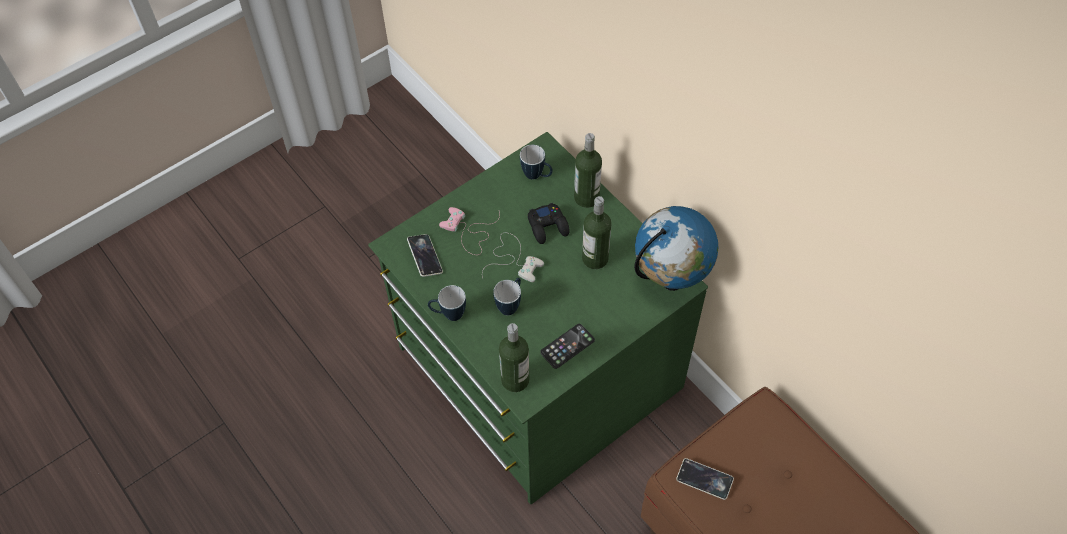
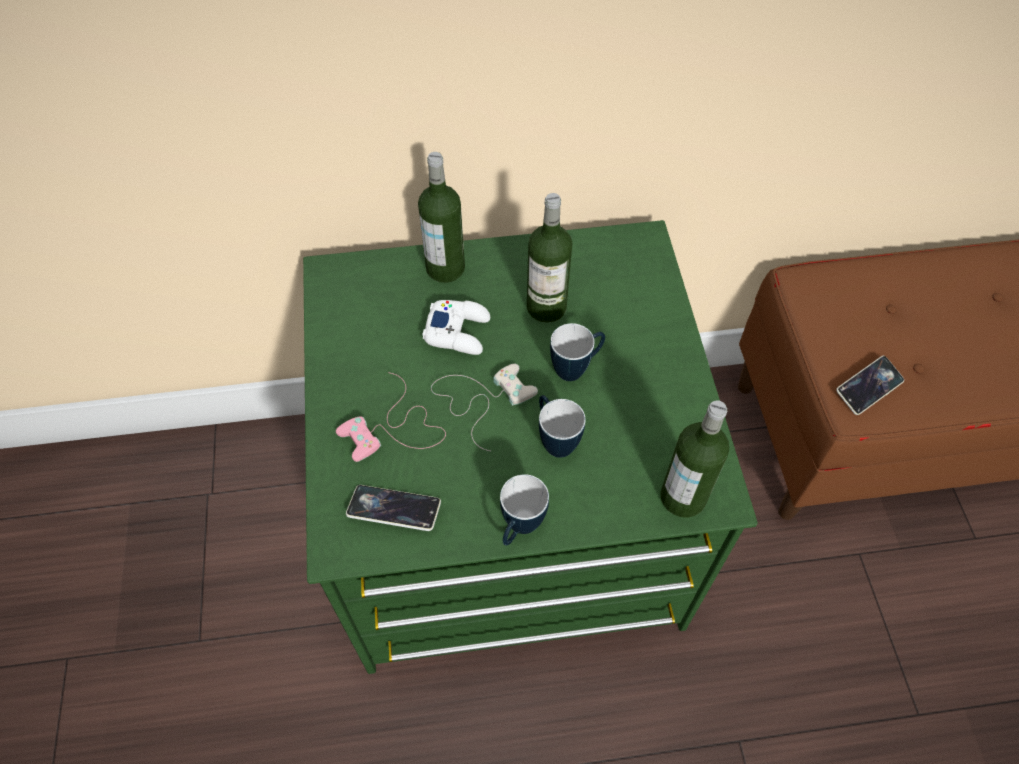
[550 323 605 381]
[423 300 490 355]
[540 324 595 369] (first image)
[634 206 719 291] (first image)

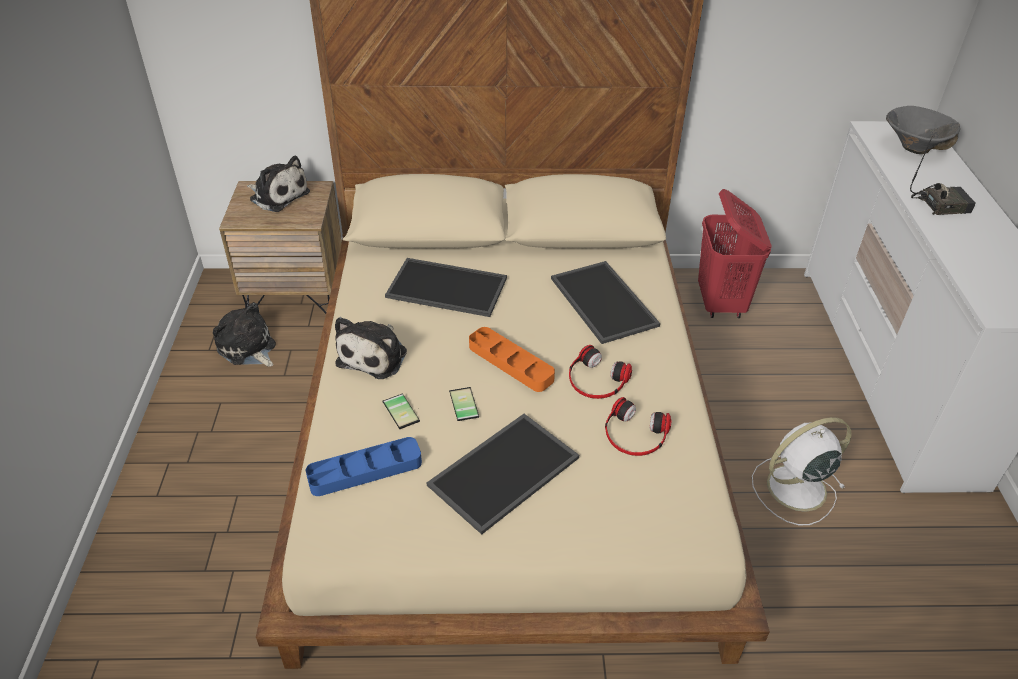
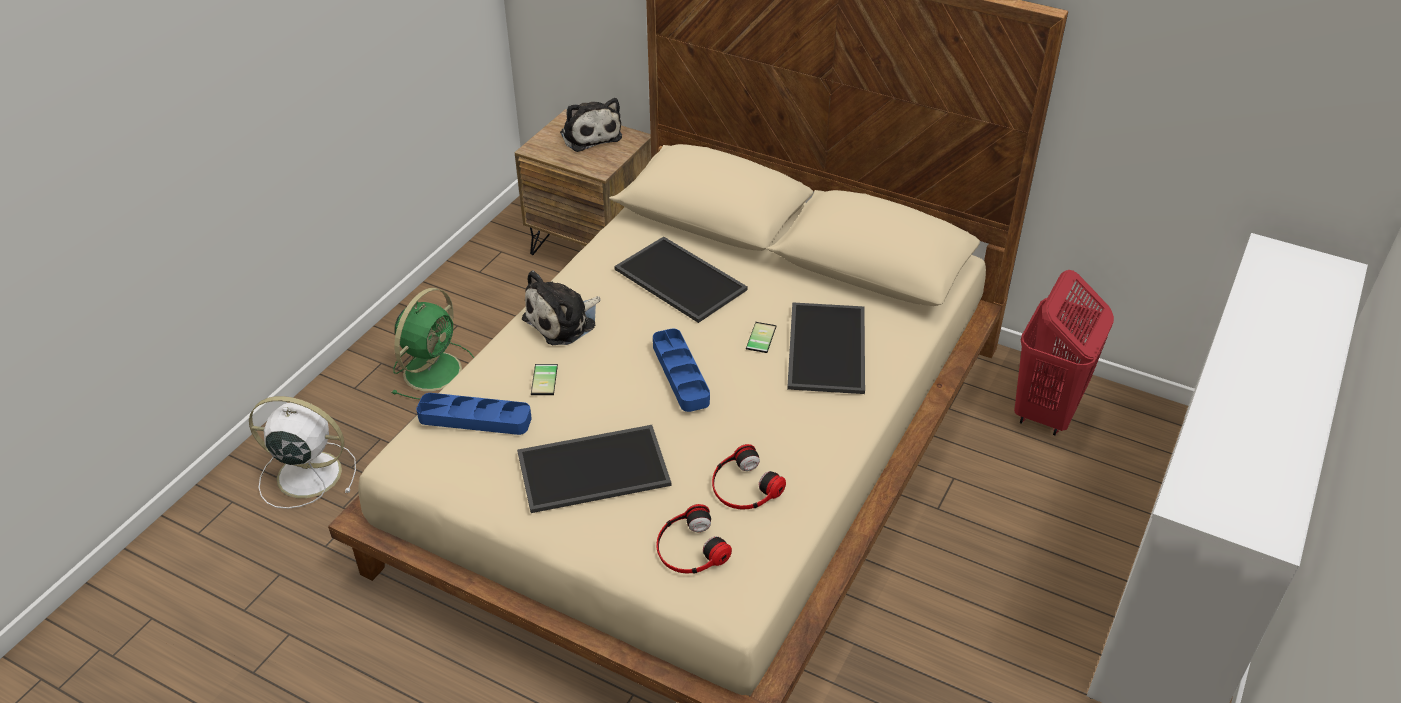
[213 302 276 367] (first image)
[746 322 777 353]
[653 329 710 412]
[657 504 732 574]
[249 396 356 509]
[886 106 960 154] (first image)
[910 136 976 215] (first image)
[392 288 474 399]

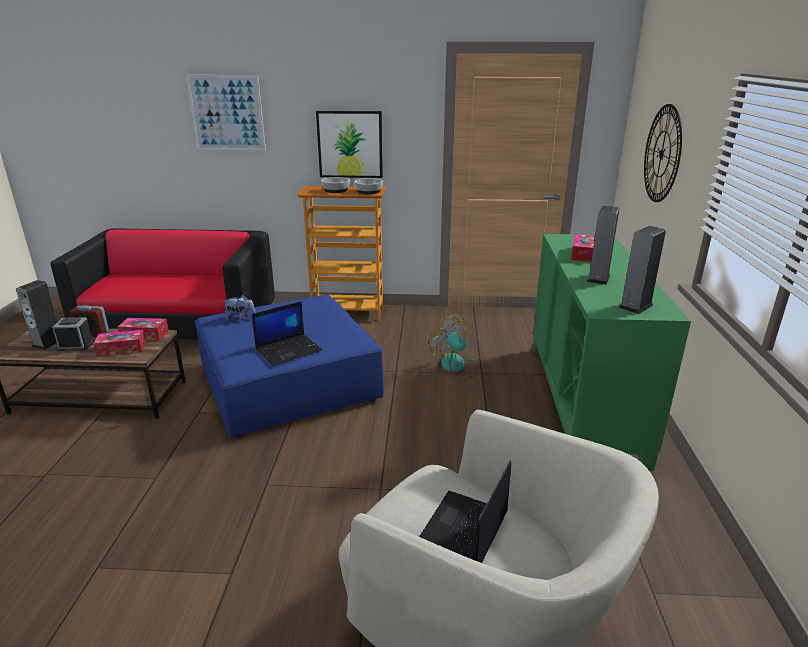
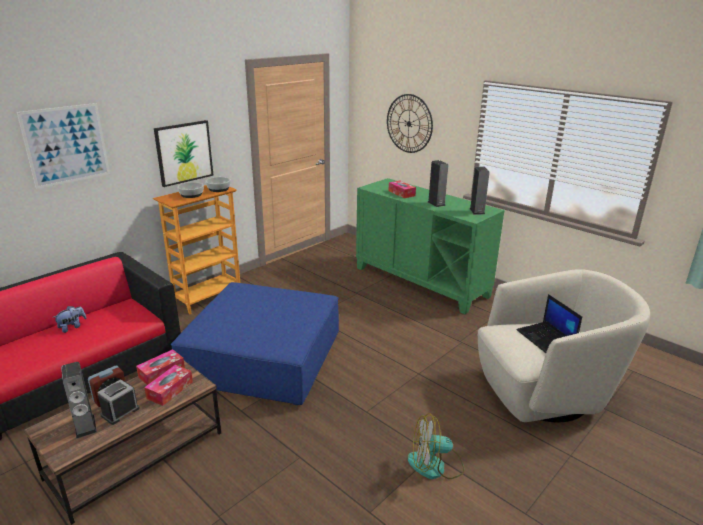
[53 306 86 333]
[252 301 322 366] (first image)
[408 413 464 479]

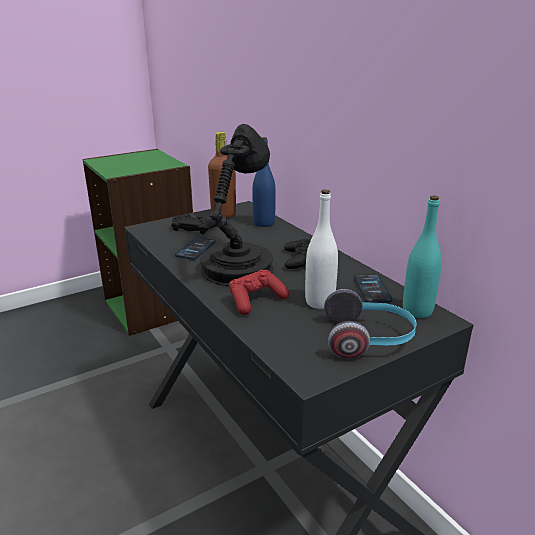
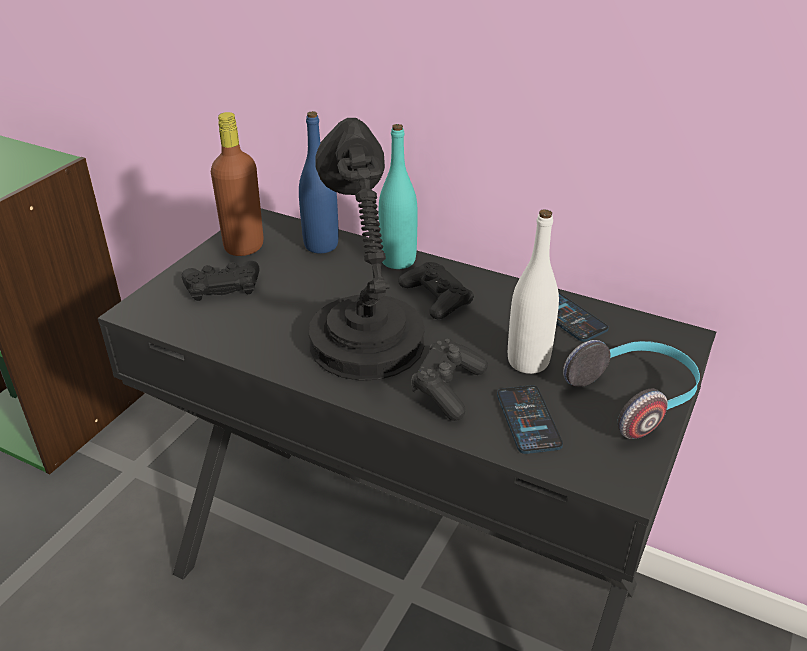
[497 385 563 454]
[411 339 488 421]
[379 124 418 269]

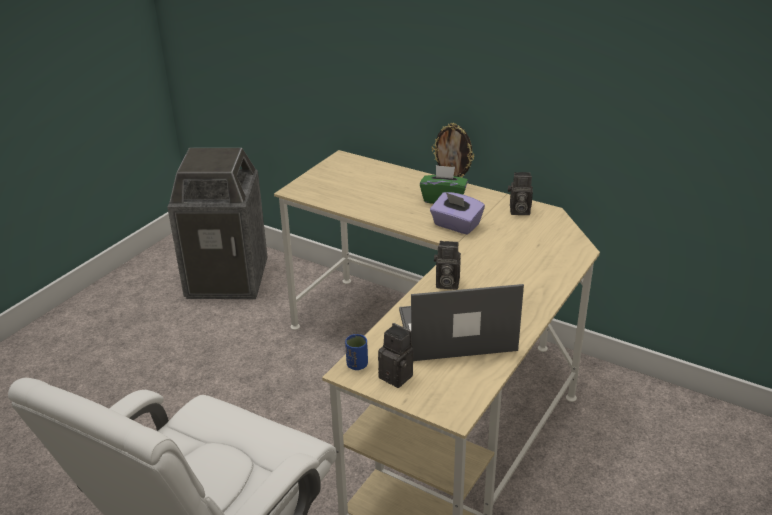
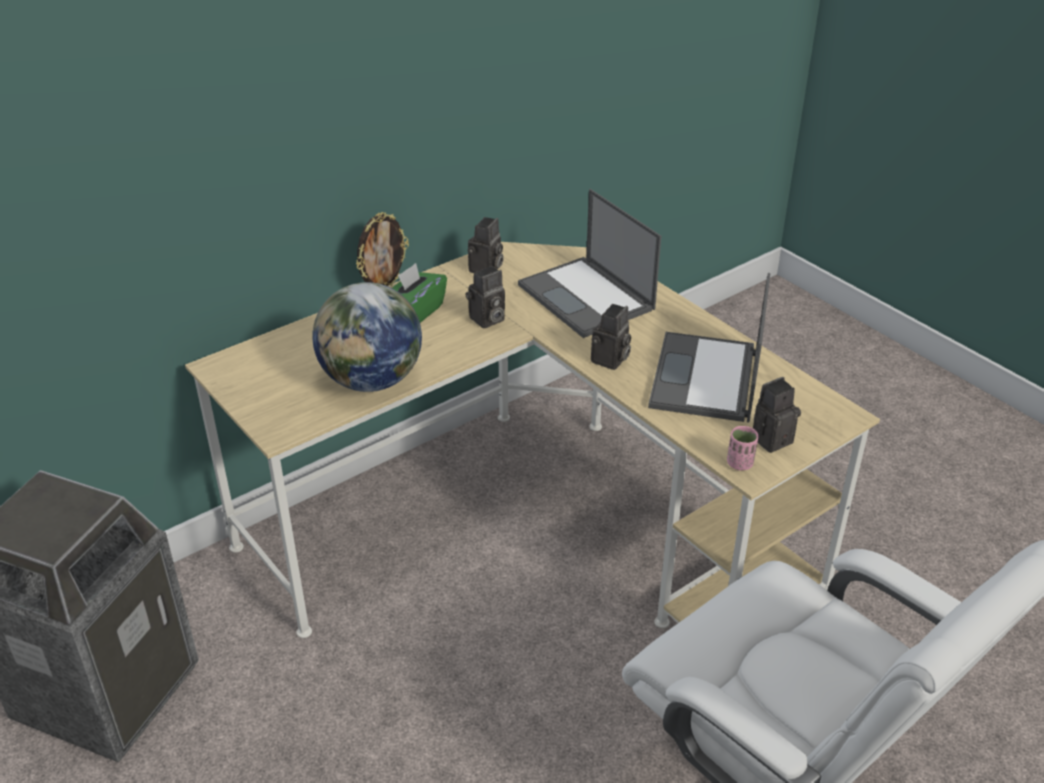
[727 426 758 470]
[465 266 505 329]
[312 282 422 392]
[518 189 661 338]

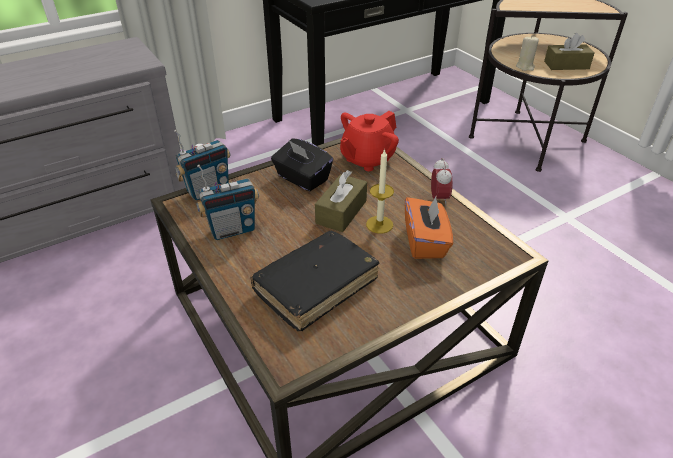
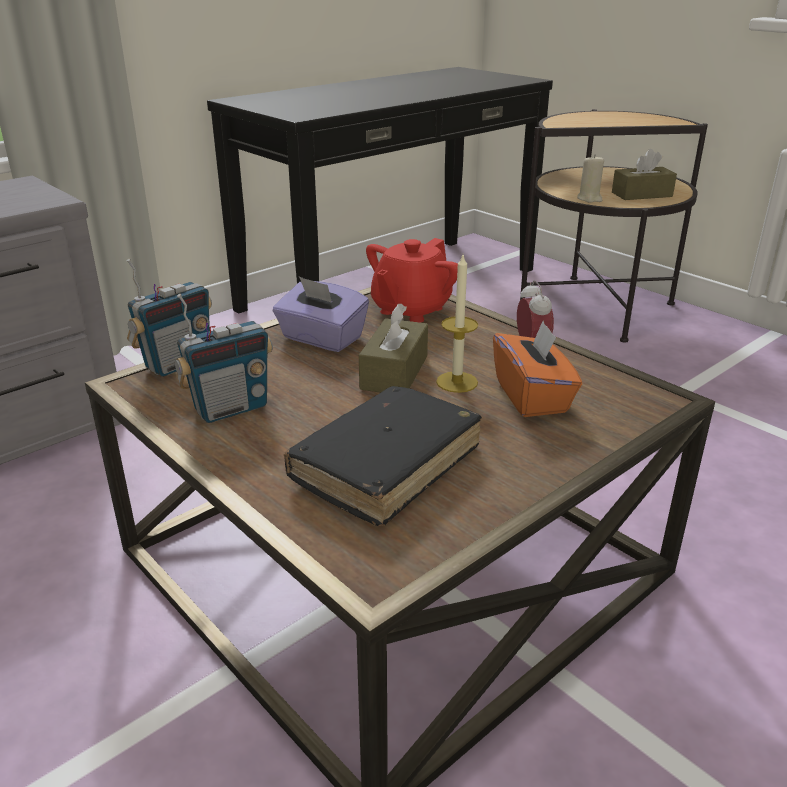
[273 276 369 352]

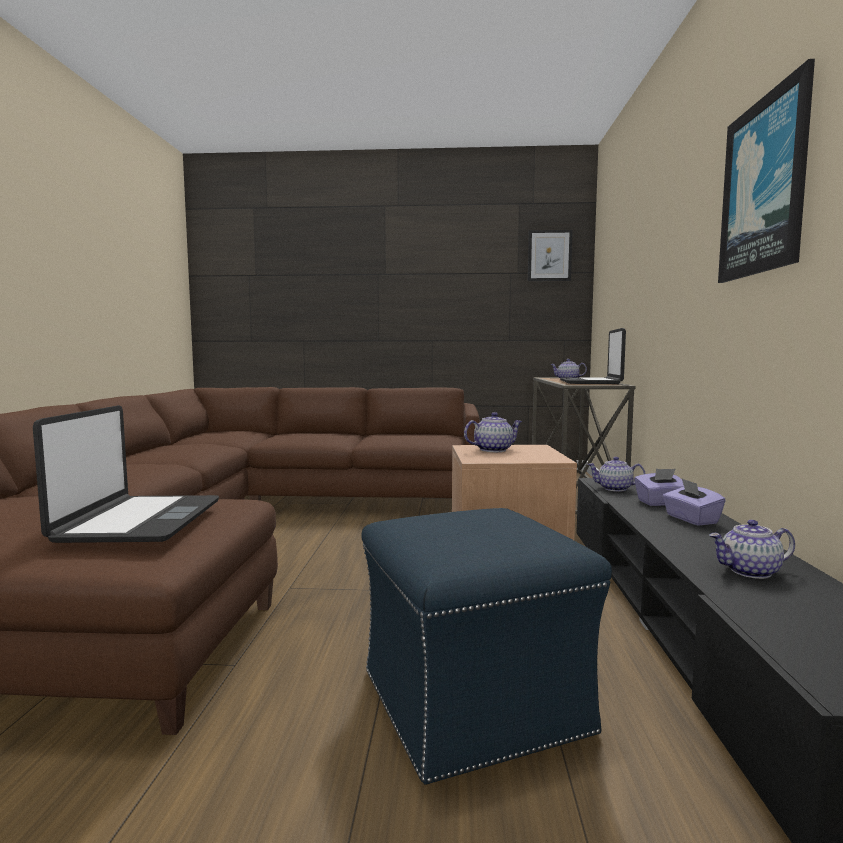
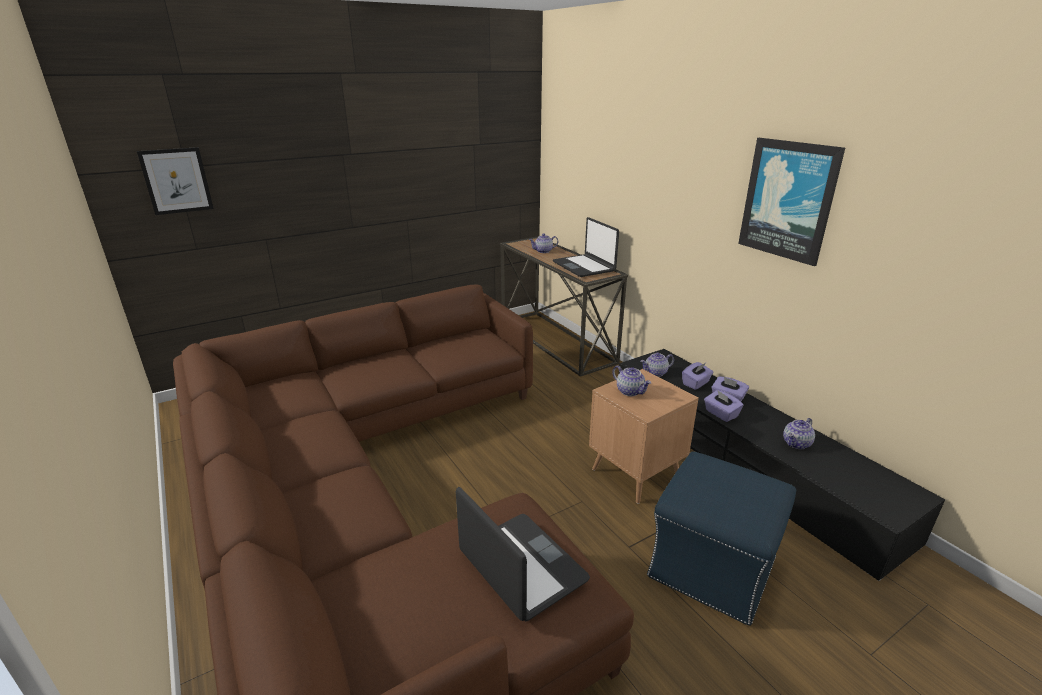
[612 366 651 396]
[137 147 214 215]
[704 390 744 422]

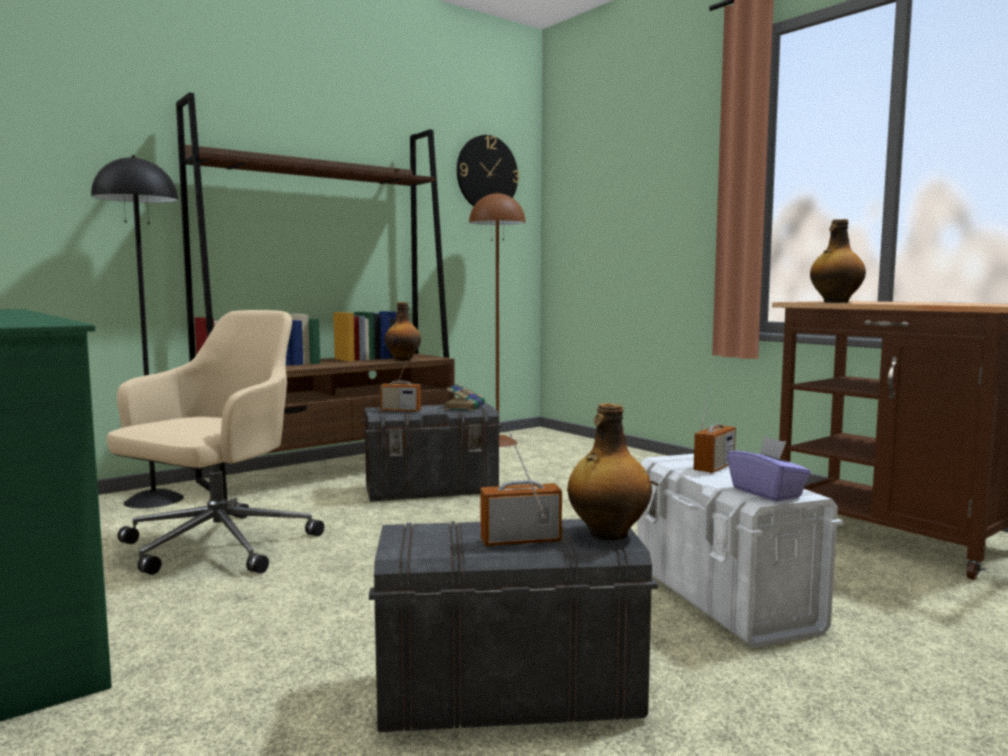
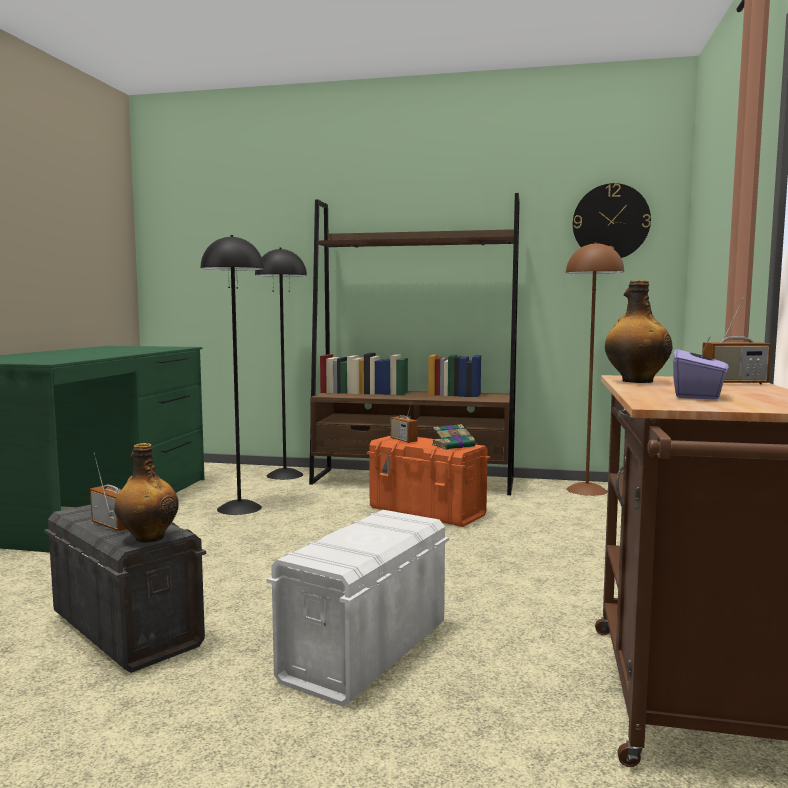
[201 235 264 515]
[367 436 490 527]
[385 302 421 361] (first image)
[702 298 771 384]
[673 337 728 400]

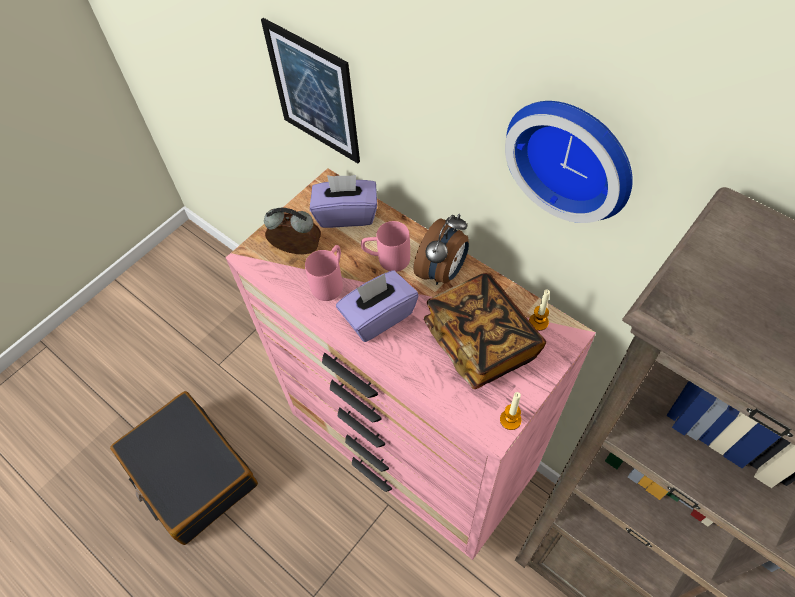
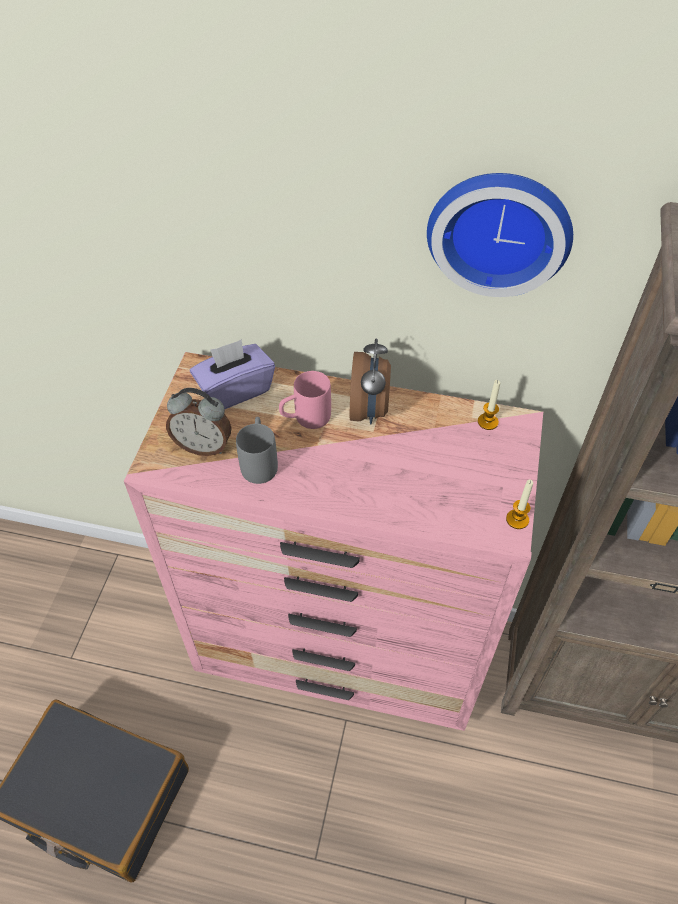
[261 18 360 163] (first image)
[166 388 232 456]
[236 417 278 484]
[336 270 418 342] (first image)
[424 273 546 389] (first image)

